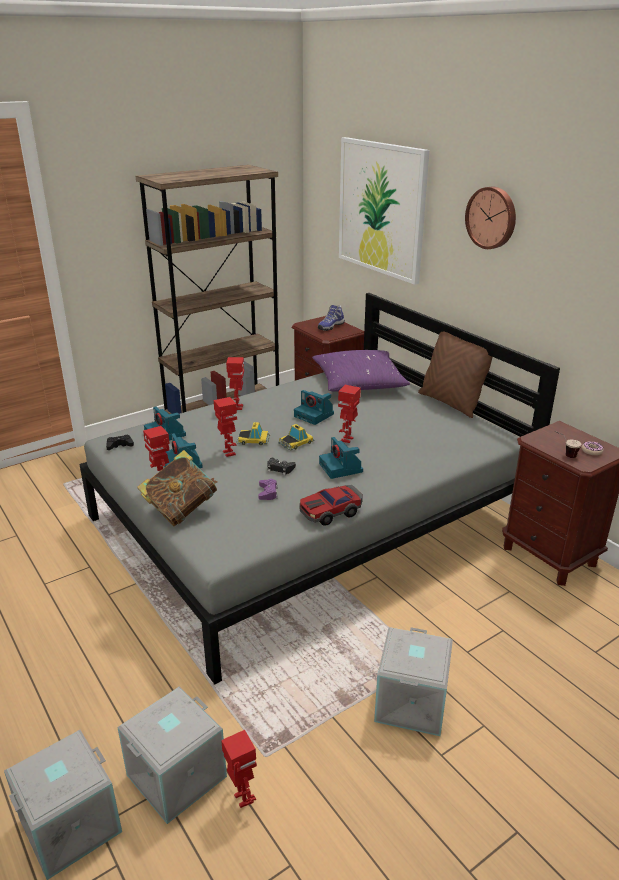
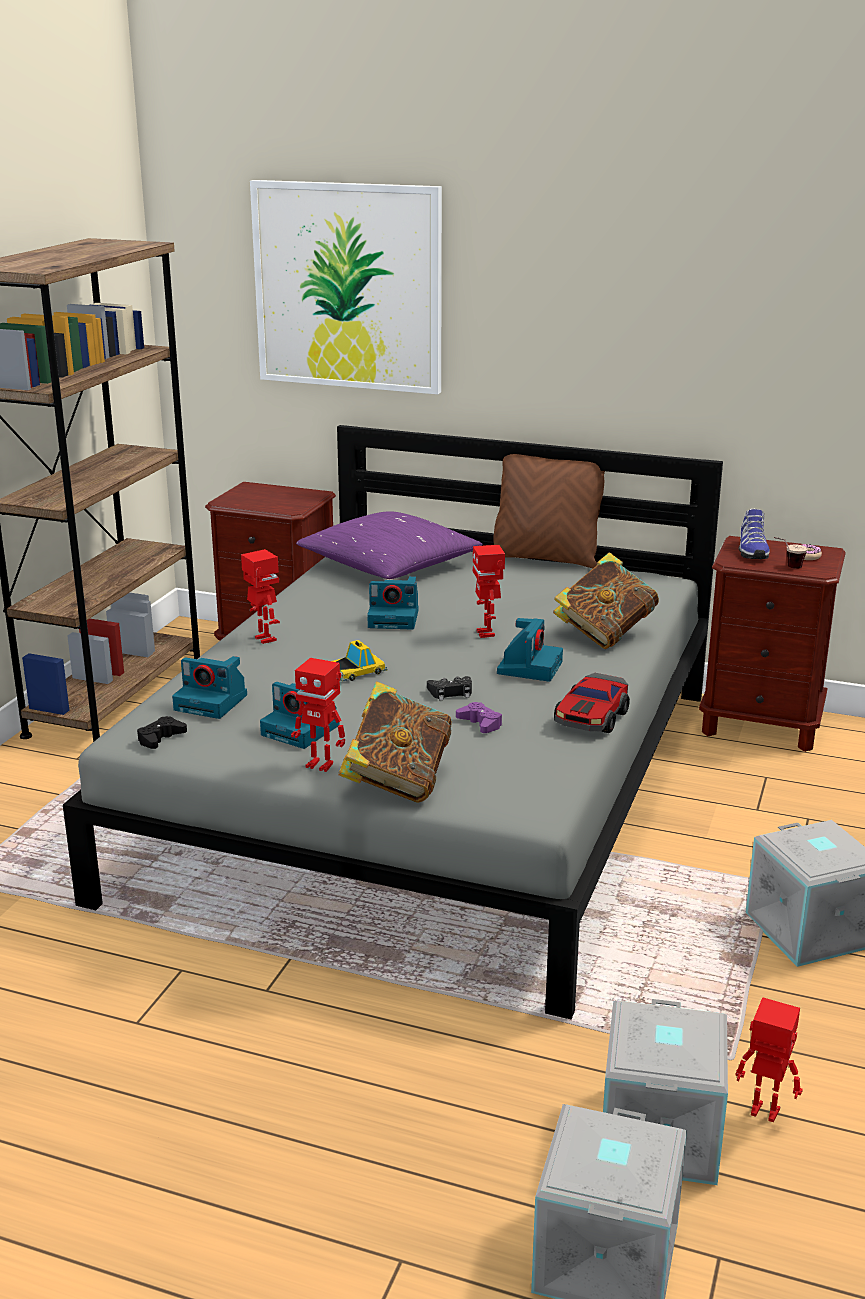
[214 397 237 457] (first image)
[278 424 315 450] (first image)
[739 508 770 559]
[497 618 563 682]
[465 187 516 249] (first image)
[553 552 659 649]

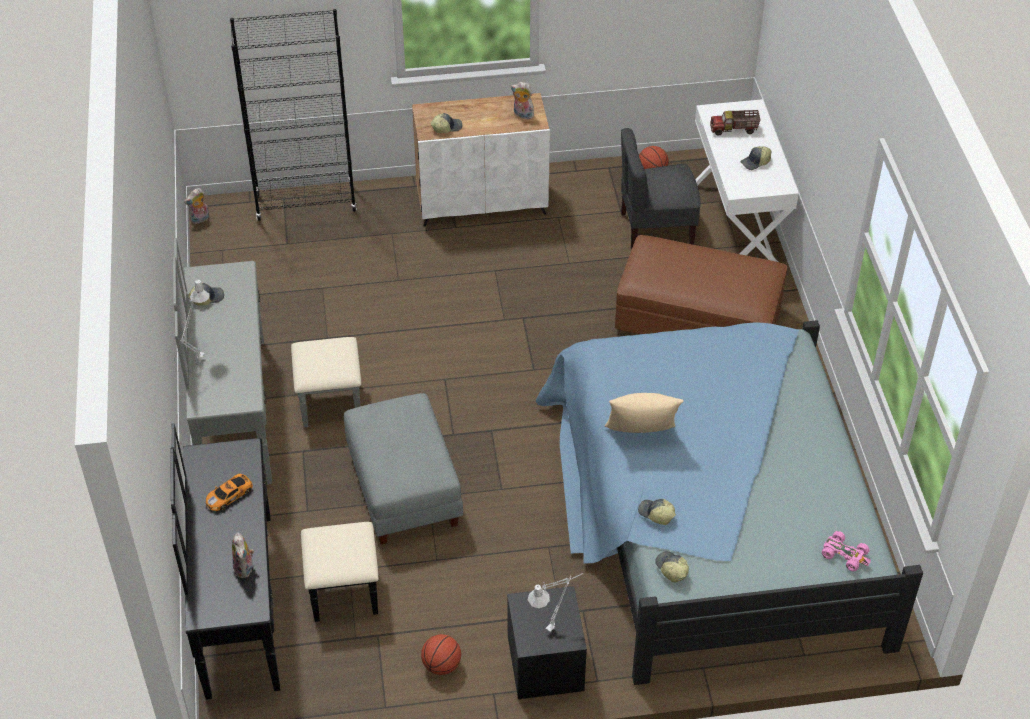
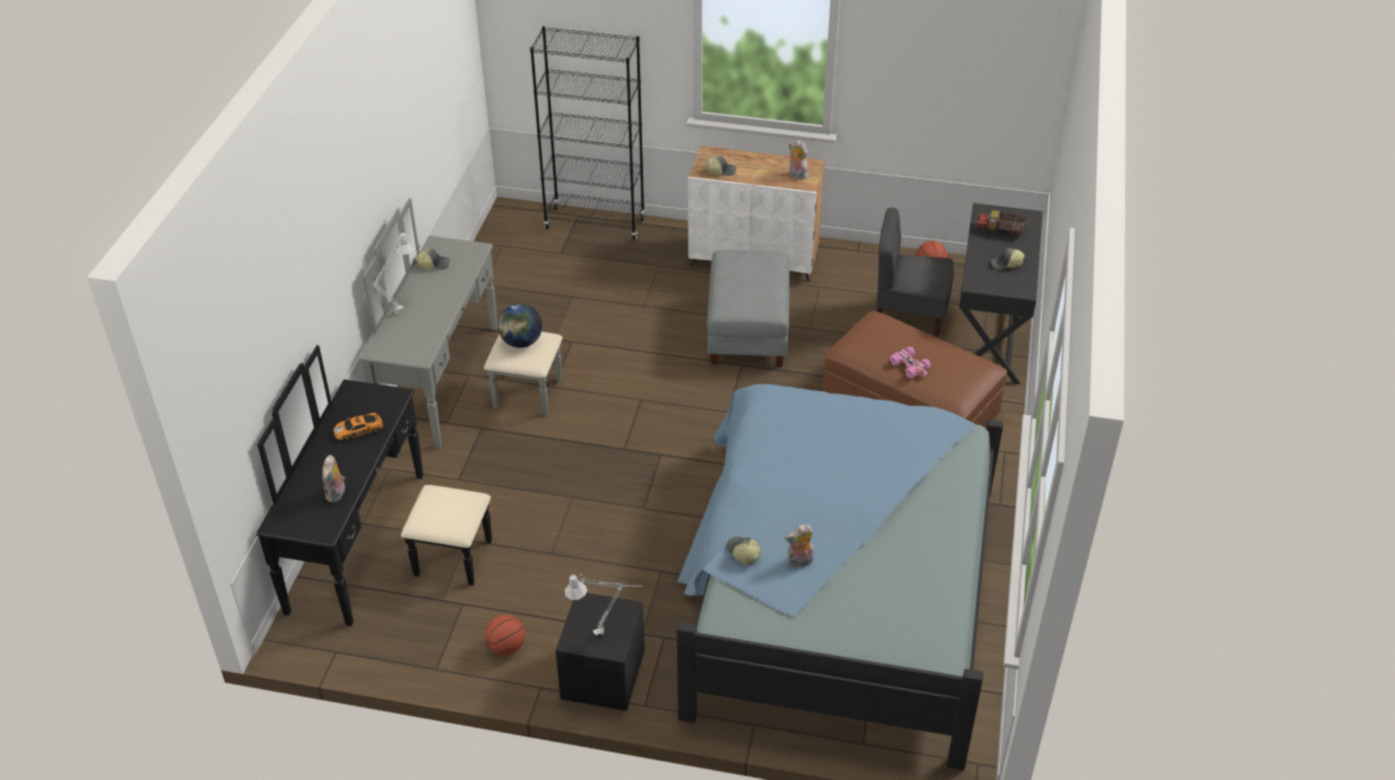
[785 524 814 567]
[707 250 789 367]
[605 393 684 433] (first image)
[655 551 689 583] (first image)
[959 203 1043 384]
[890 347 931 378]
[498 304 542 348]

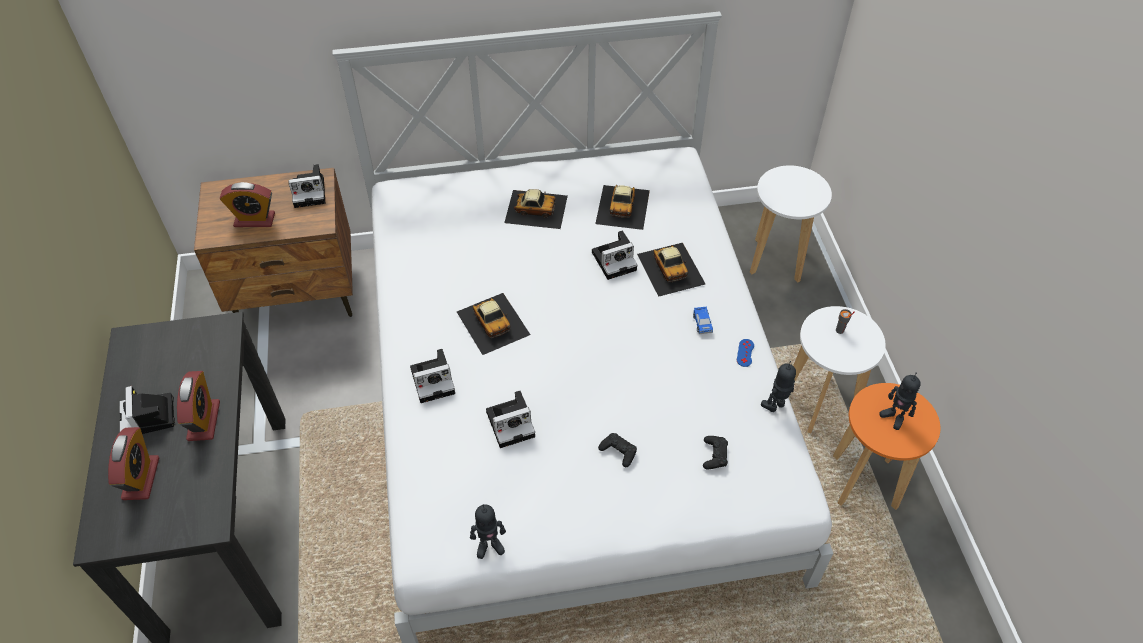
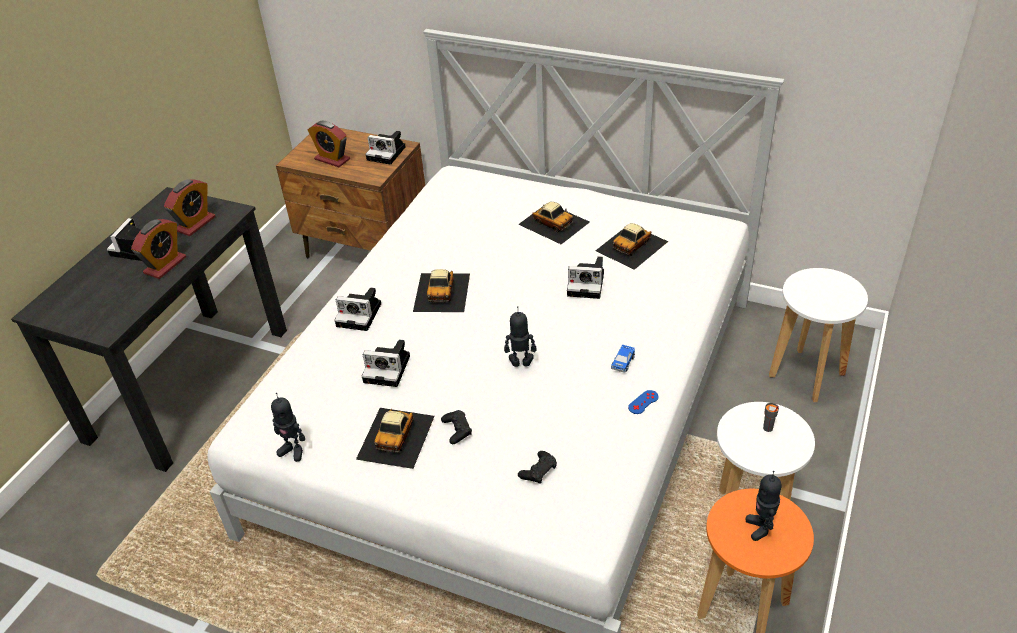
[164 179 215 236]
[356 408 435 469]
[504 306 536 367]

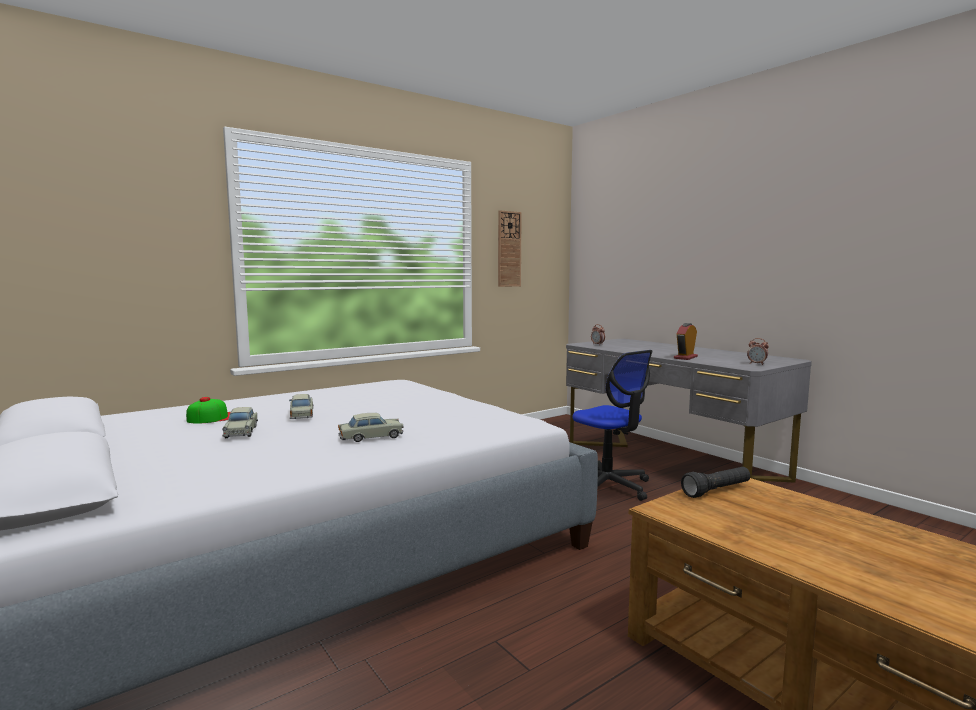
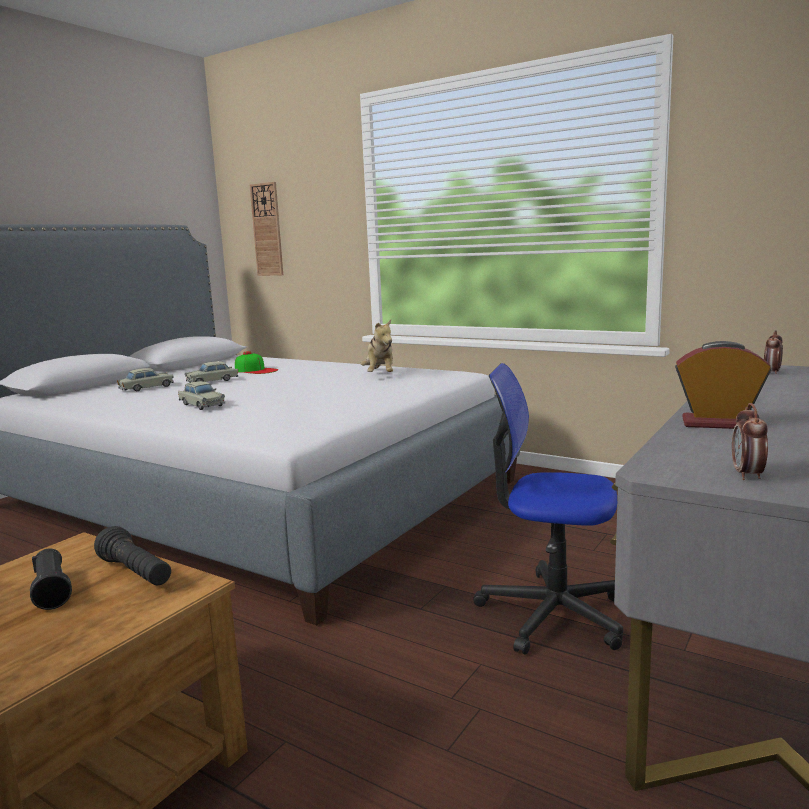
[117 368 174 391]
[250 182 283 276]
[473 363 623 655]
[30 548 72 610]
[361 320 393 372]

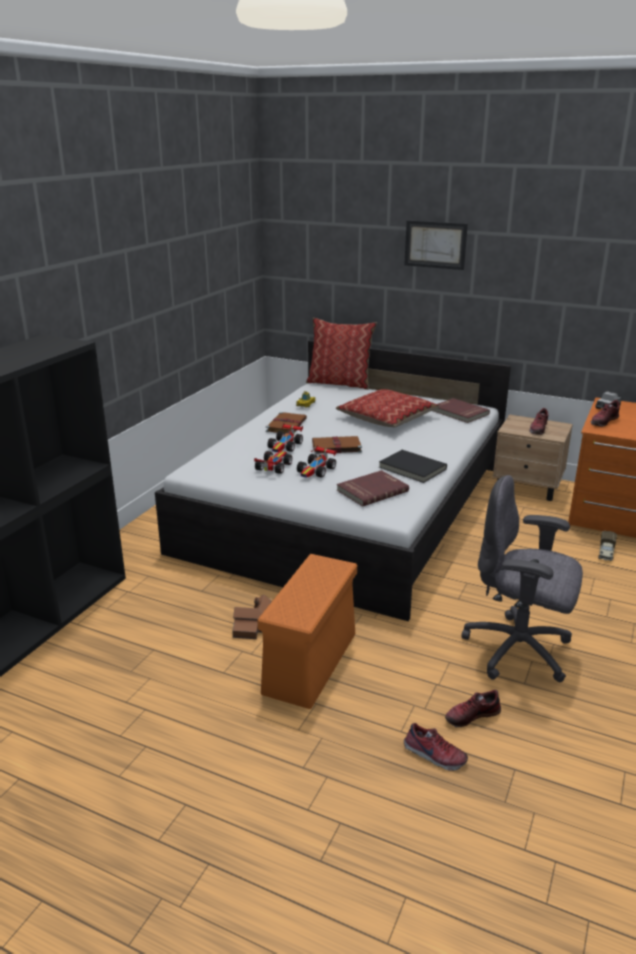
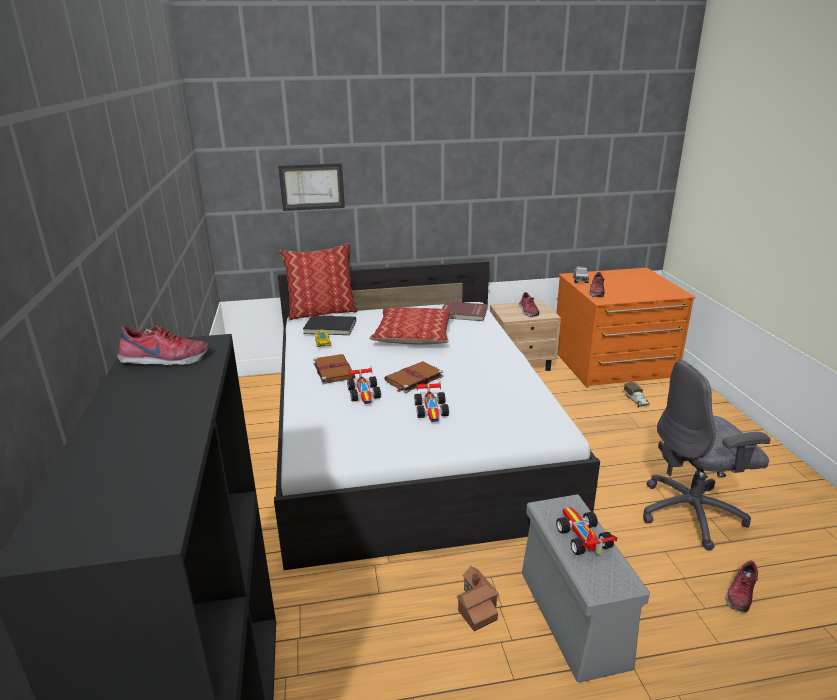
[556 507 617 555]
[522 494 650 683]
[337 470 409 507] (first image)
[303 316 356 335]
[278 163 345 211]
[117 326 209 365]

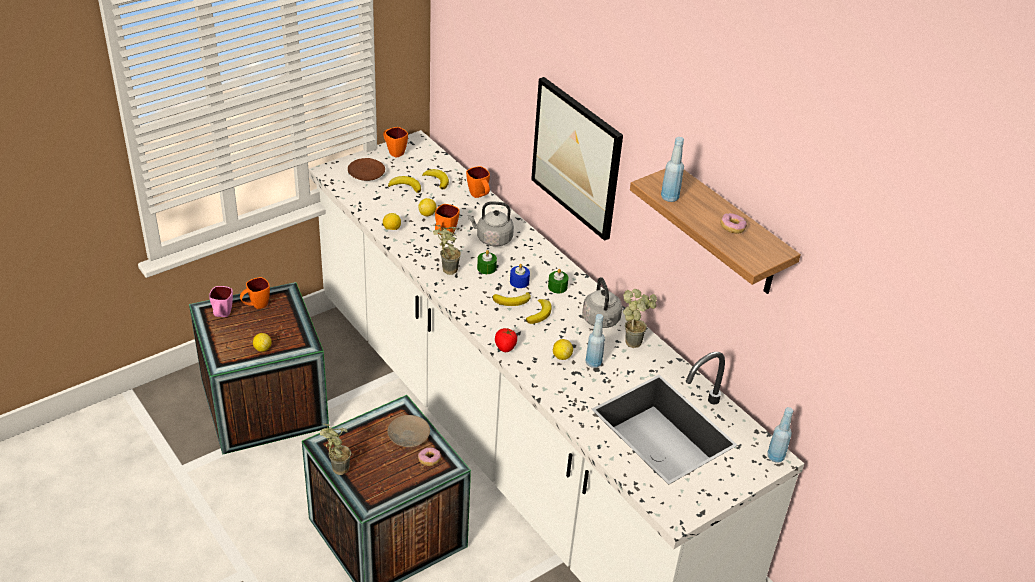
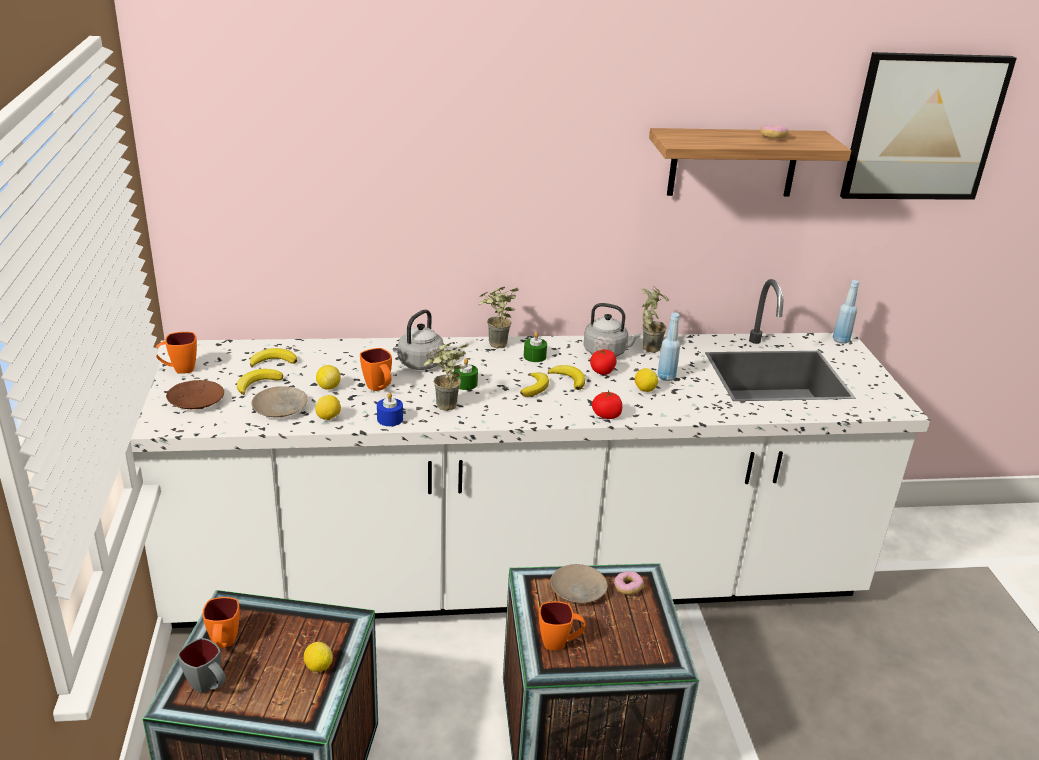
[178 638 226 693]
[478 287 518 349]
[539 601 586 650]
[377 393 403 426]
[840 52 1017 200]
[661 137 684 202] (first image)
[251 386 307 417]
[590 350 616 375]

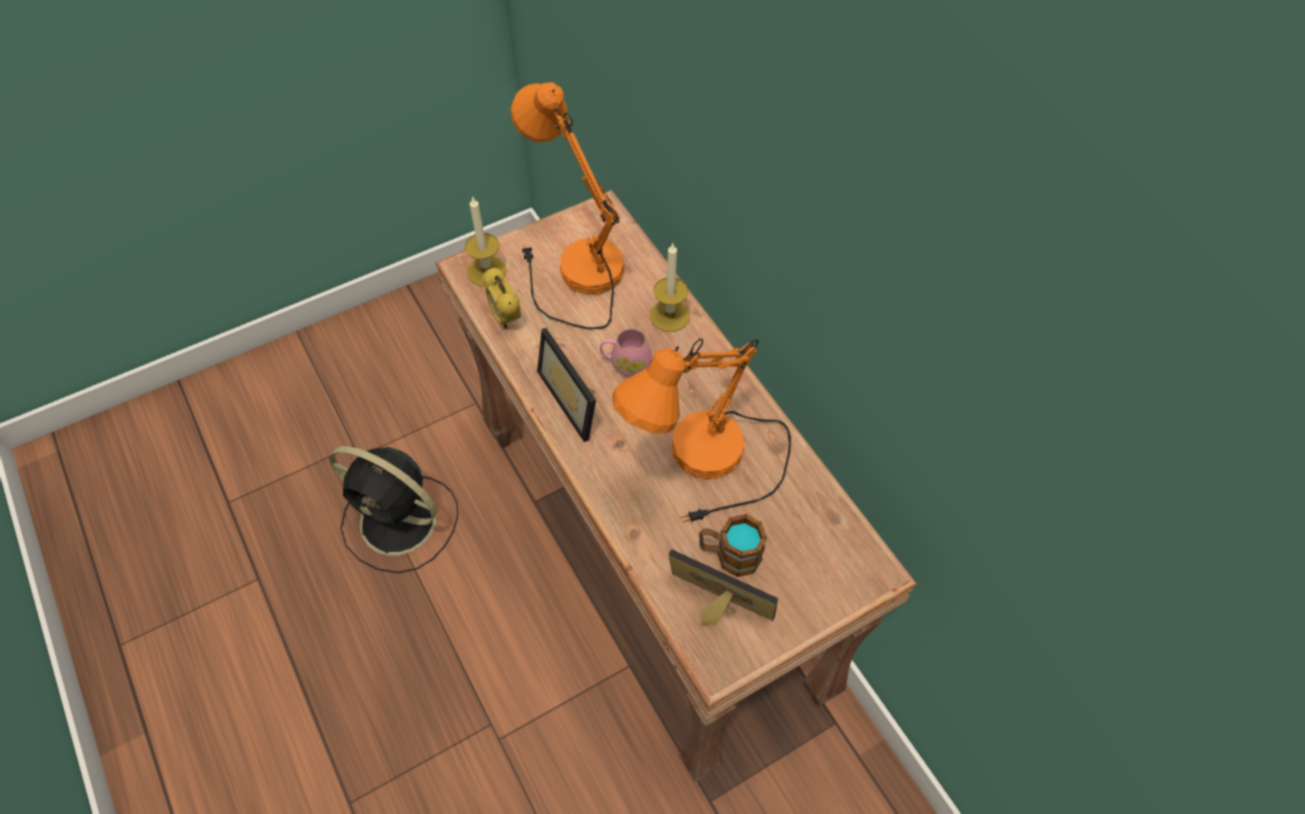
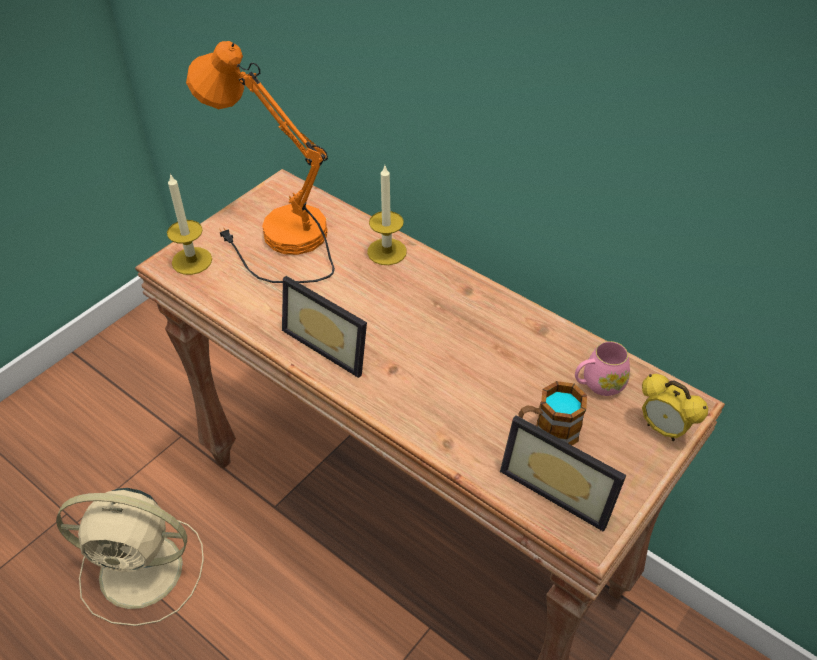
[56 488 204 626]
[642 374 708 441]
[575 341 630 396]
[612 339 791 522] (first image)
[500 415 626 532]

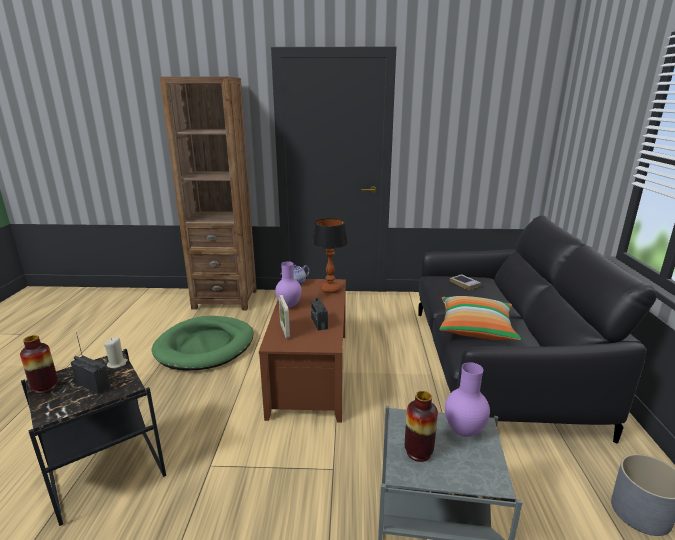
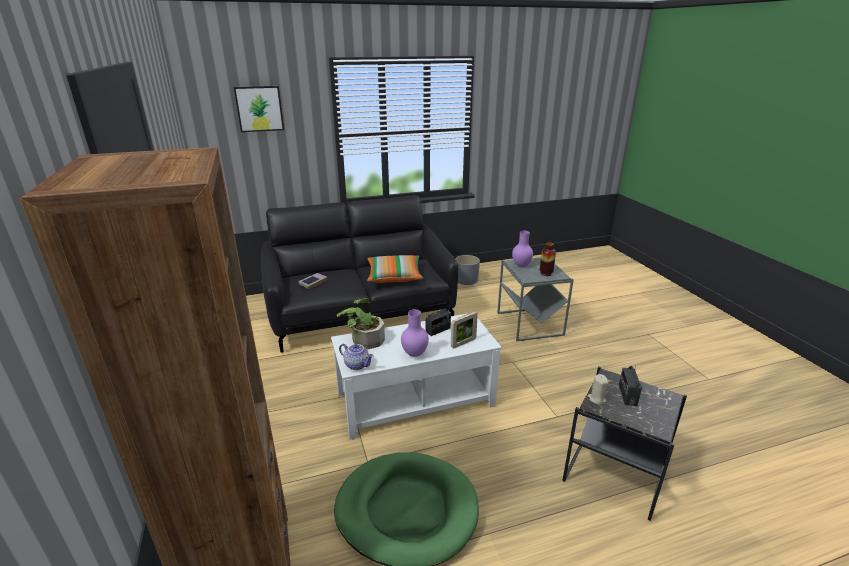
[20 335 58 394] (first image)
[331 314 502 440]
[337 298 385 349]
[234 86 284 132]

